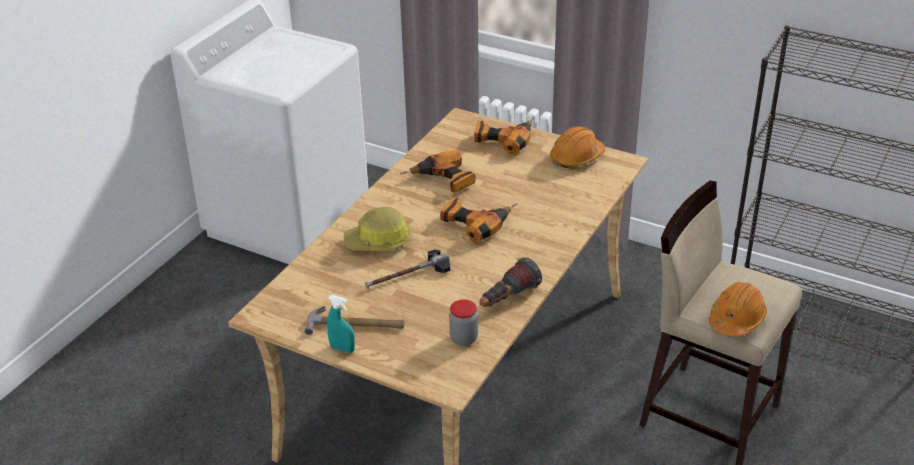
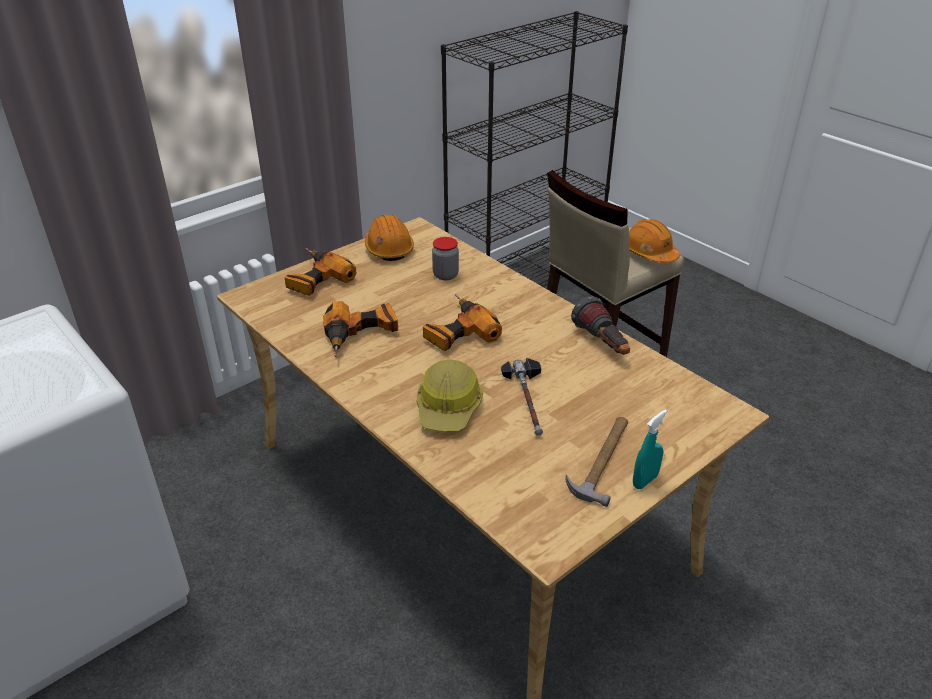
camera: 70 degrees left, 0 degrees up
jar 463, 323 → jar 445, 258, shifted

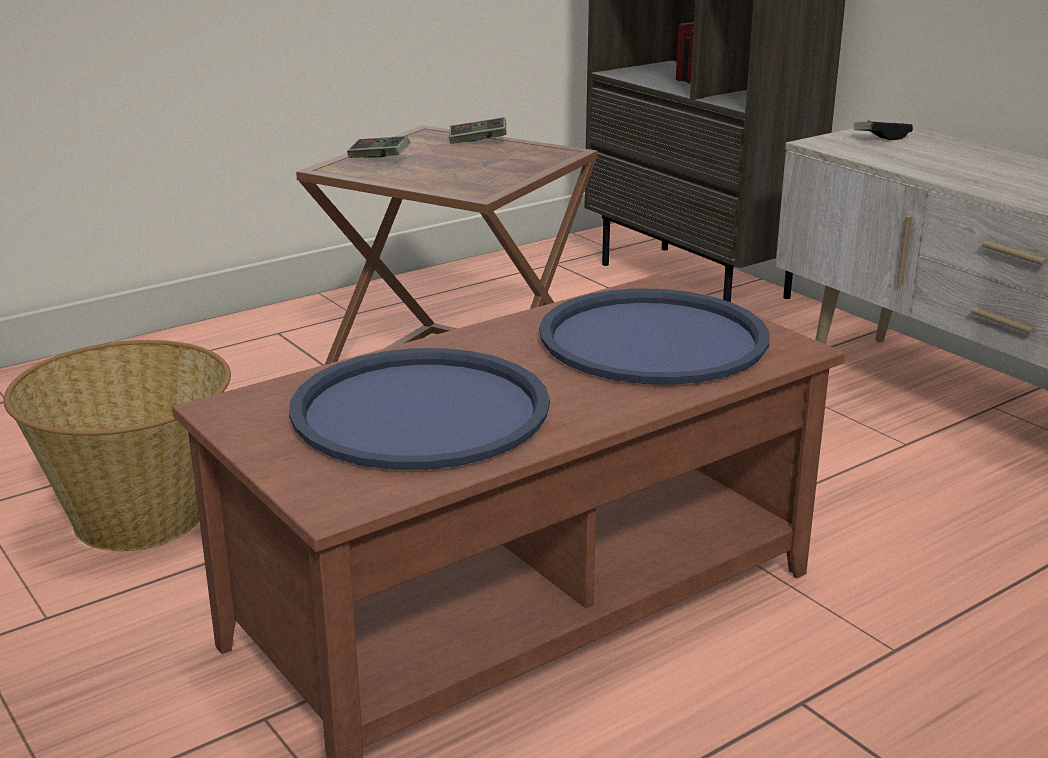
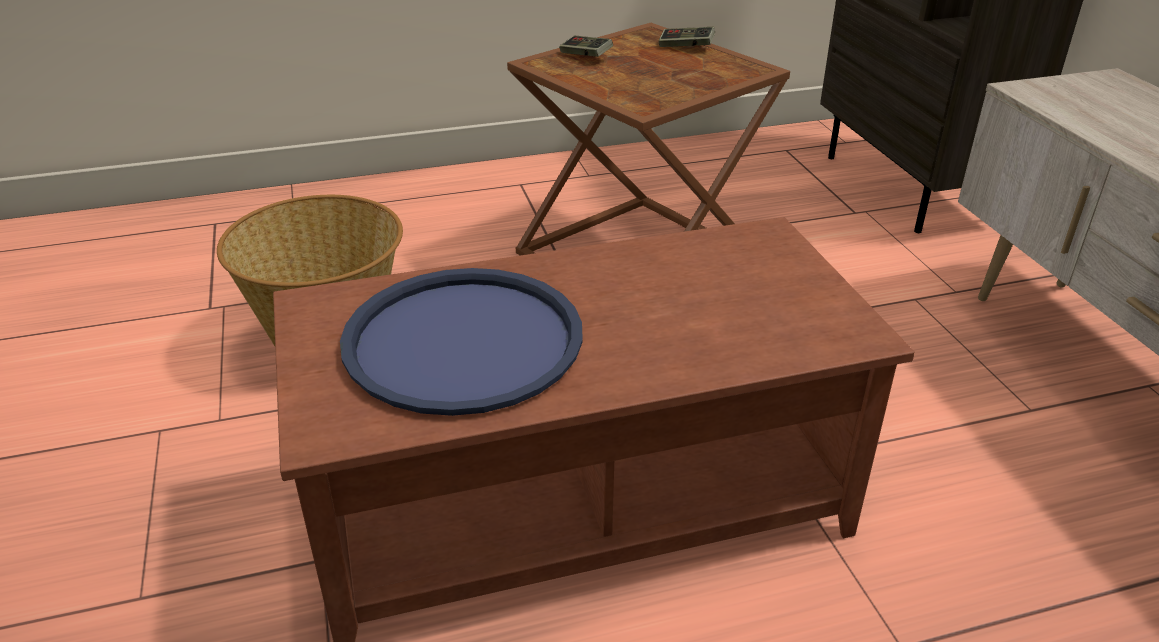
camera: 20 degrees right, 10 degrees up
blue_tray 654, 336 → -
game_controller 883, 130 → -

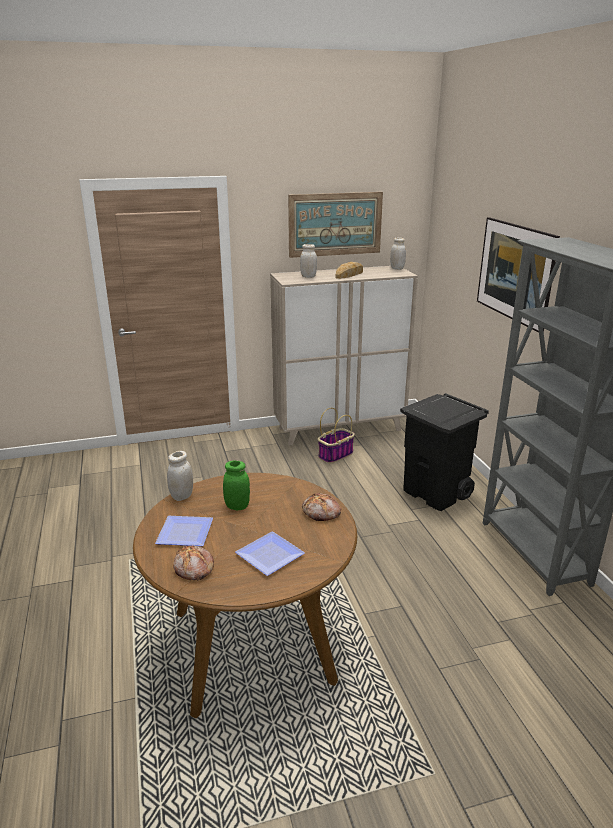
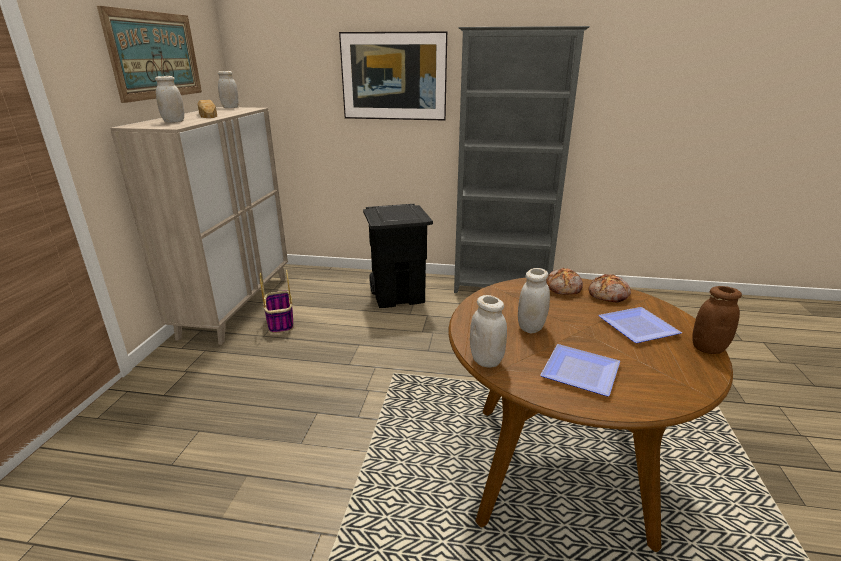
camera: 65 degrees left, 0 degrees up
green_jar 236, 486 → white_jar 534, 301
baked_bread 193, 562 → baked_bread 610, 288, shifted
- → brown-coloured_jar 717, 320

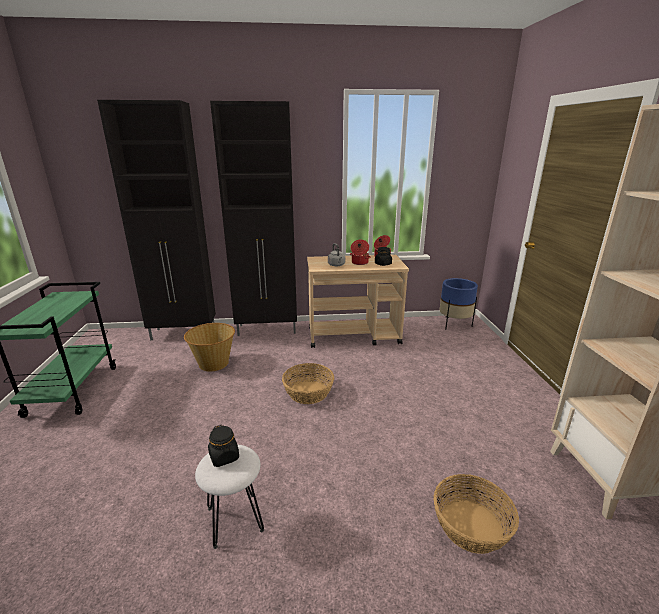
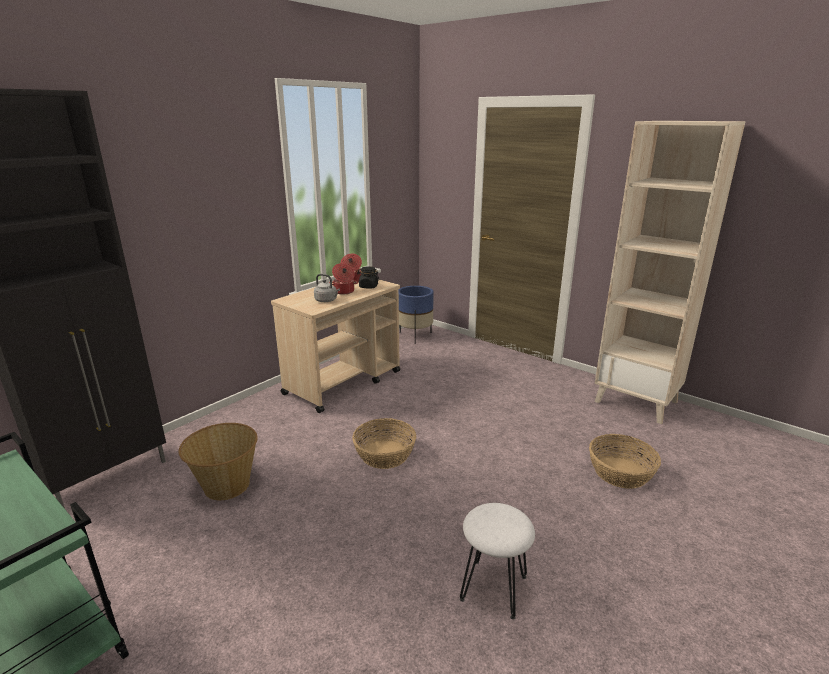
camera: 45 degrees left, 0 degrees up
black_jar 223, 446 → -
black_cabinet 253, 218 → -

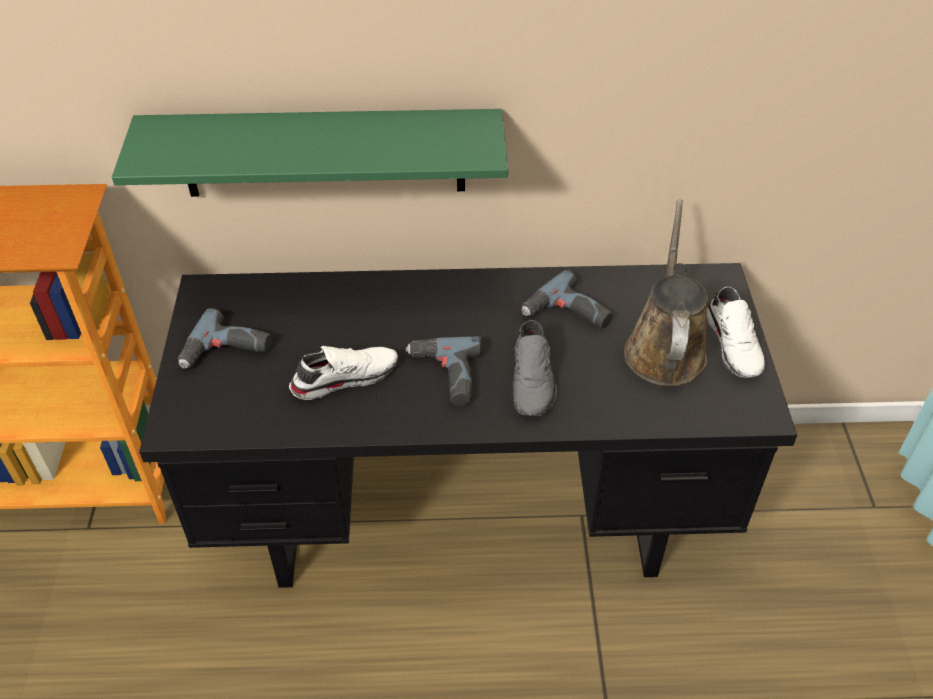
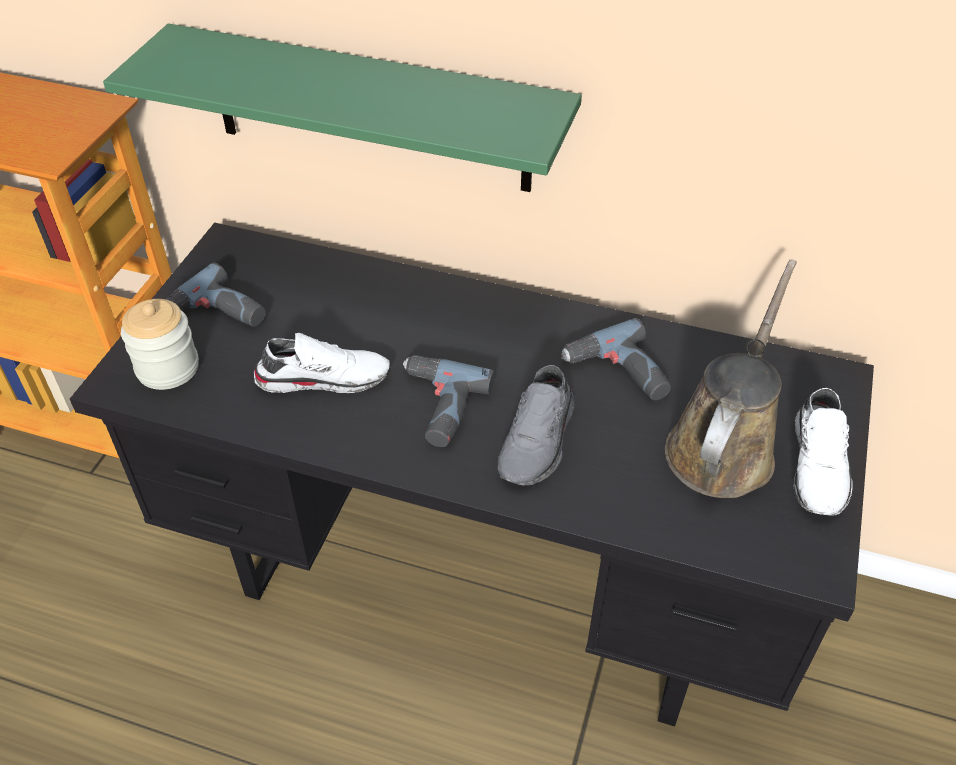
camera: 20 degrees right, 0 degrees up
- → jar 160, 344

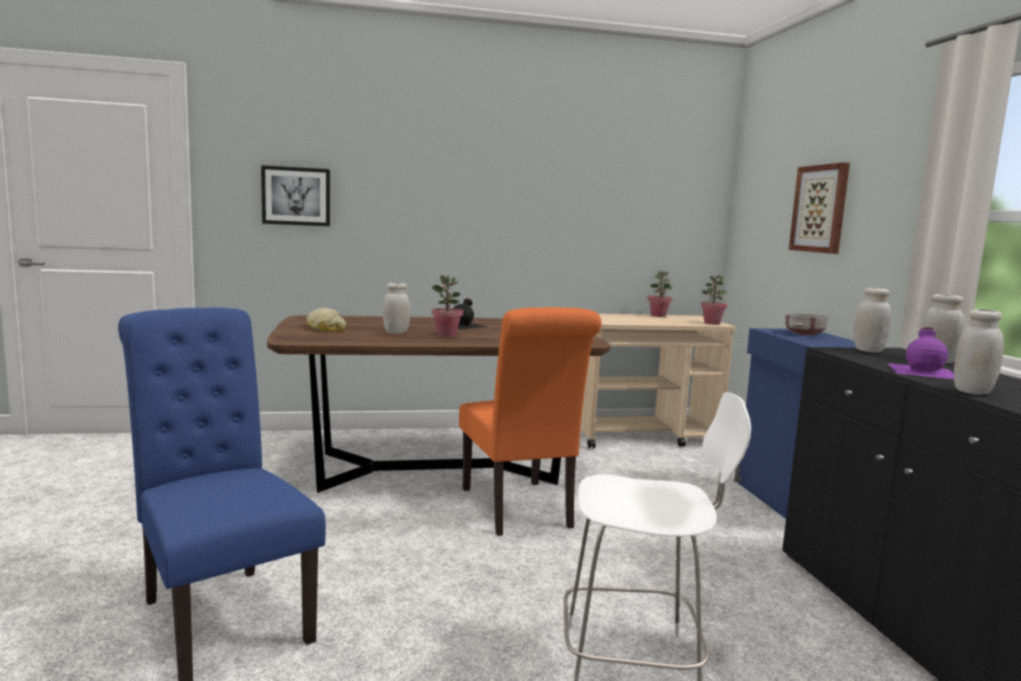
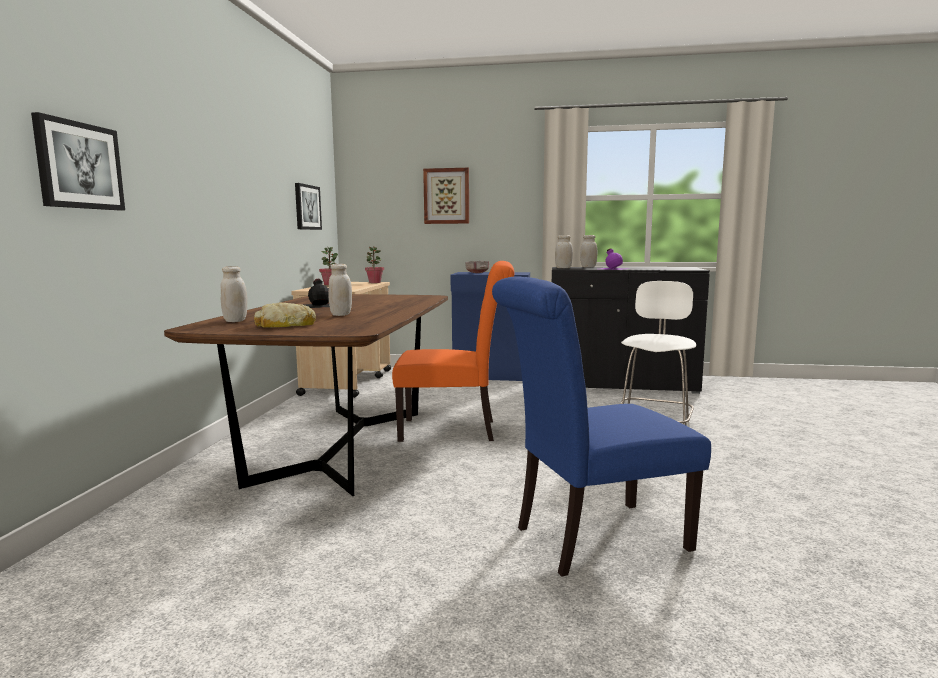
camera: 70 degrees left, 0 degrees up
white_jar 979, 352 → white_jar 234, 294, shifted
- → picture 308, 206
plant_in_a_pot 447, 306 → -

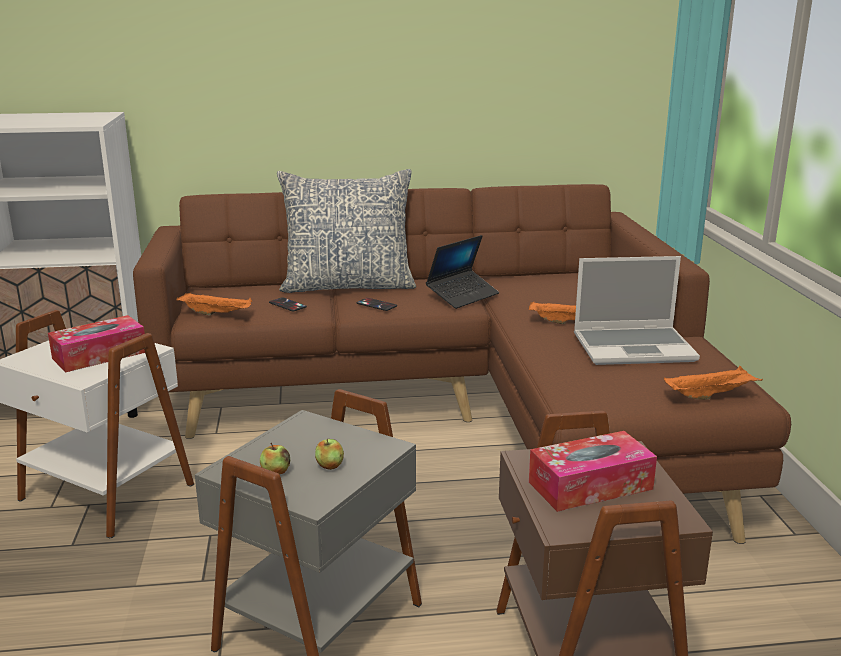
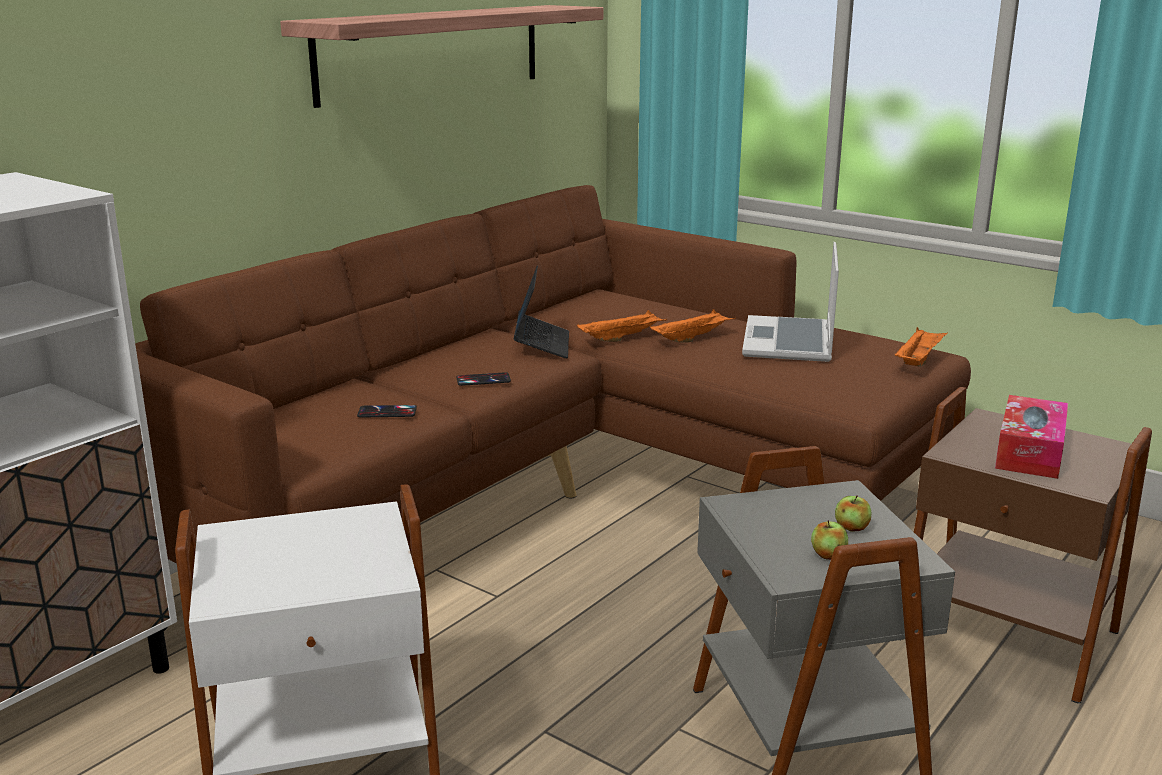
camera: 45 degrees left, 0 degrees up
- → shelf 441, 56
orangey_tray 214, 304 → orangey_tray 622, 326, shifted
laptop 637, 310 → laptop 790, 302, 150 degrees clockwise
tissue_box 96, 343 → -
pillow 346, 231 → -

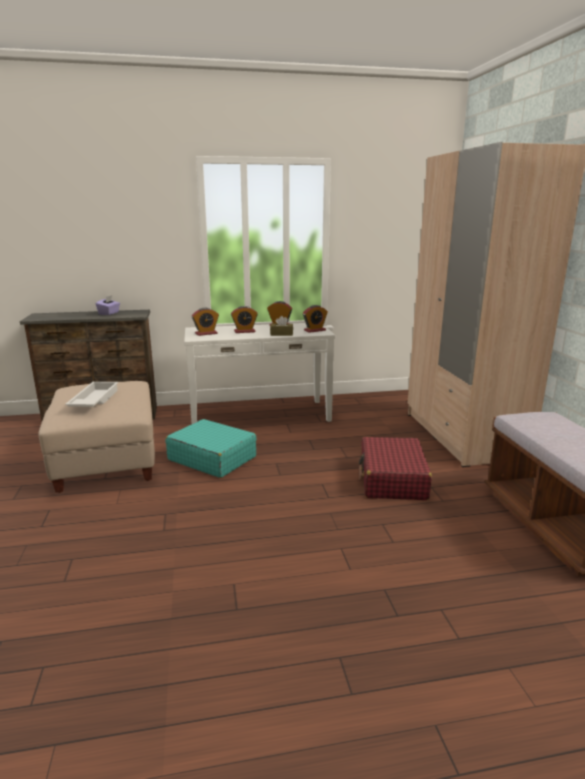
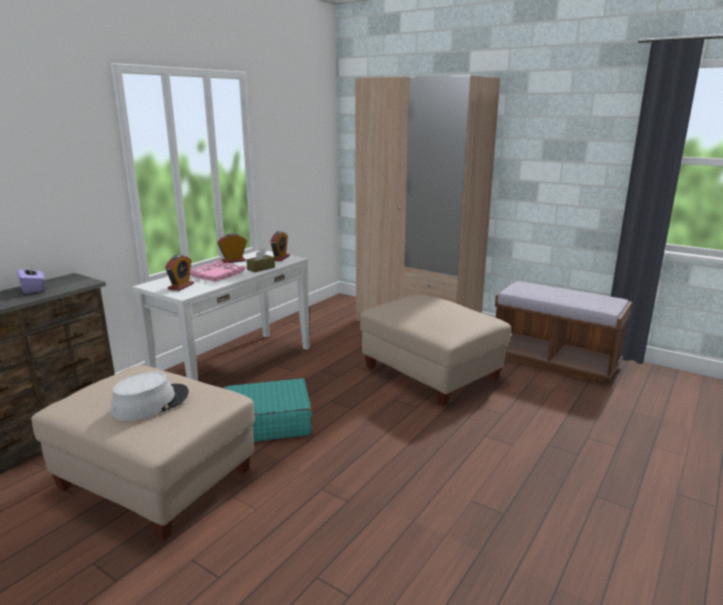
camera: 45 degrees left, 0 degrees up
white_tray 91, 394 → grey_wearable_hat 150, 396
bedside_clock 244, 319 → pink_tray 218, 271
red-coloured_piece_of_luggage 395, 468 → beige_footrest 435, 350

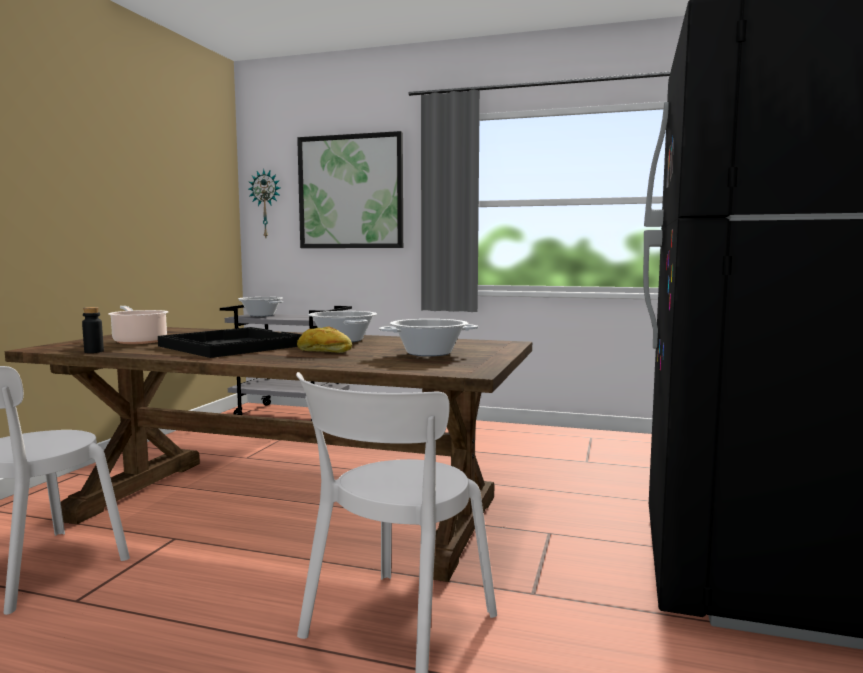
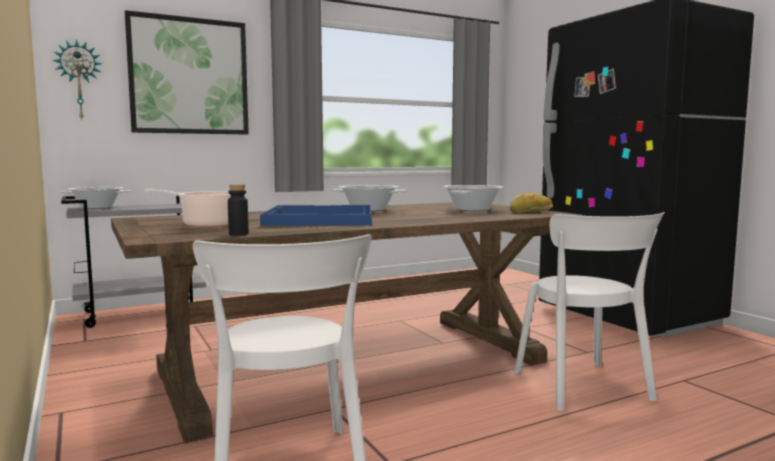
camera: 45 degrees left, 0 degrees up
black_tray 230, 342 → blue_tray 315, 215
baked_bread 324, 340 → baked_bread 531, 202, shifted

